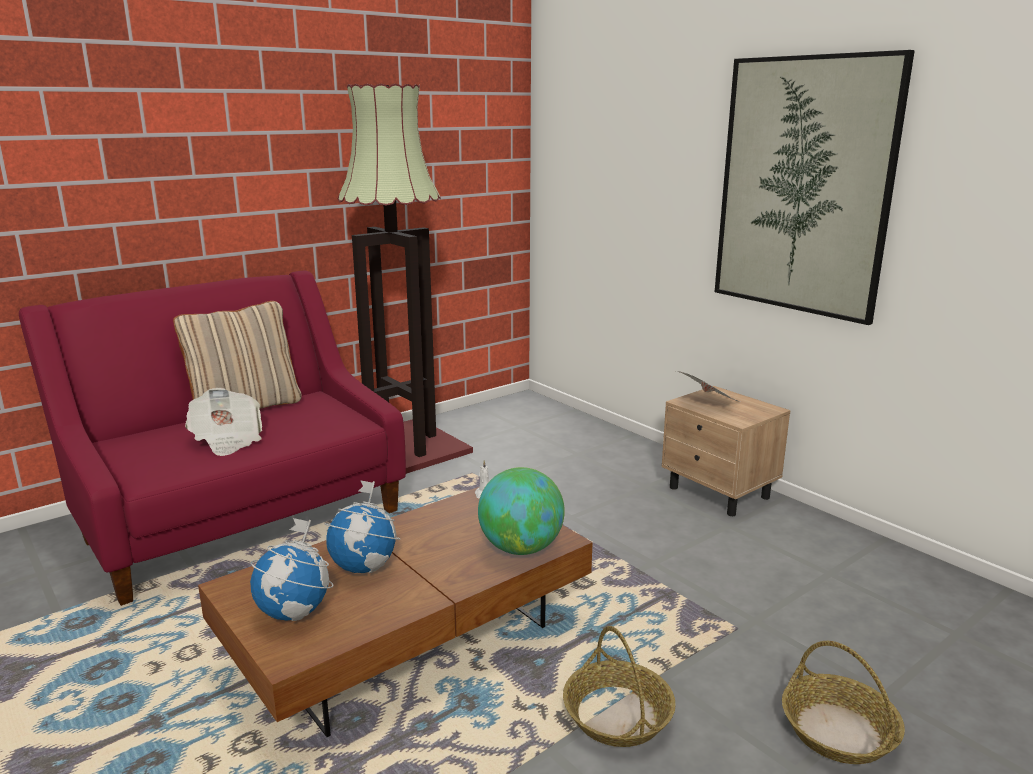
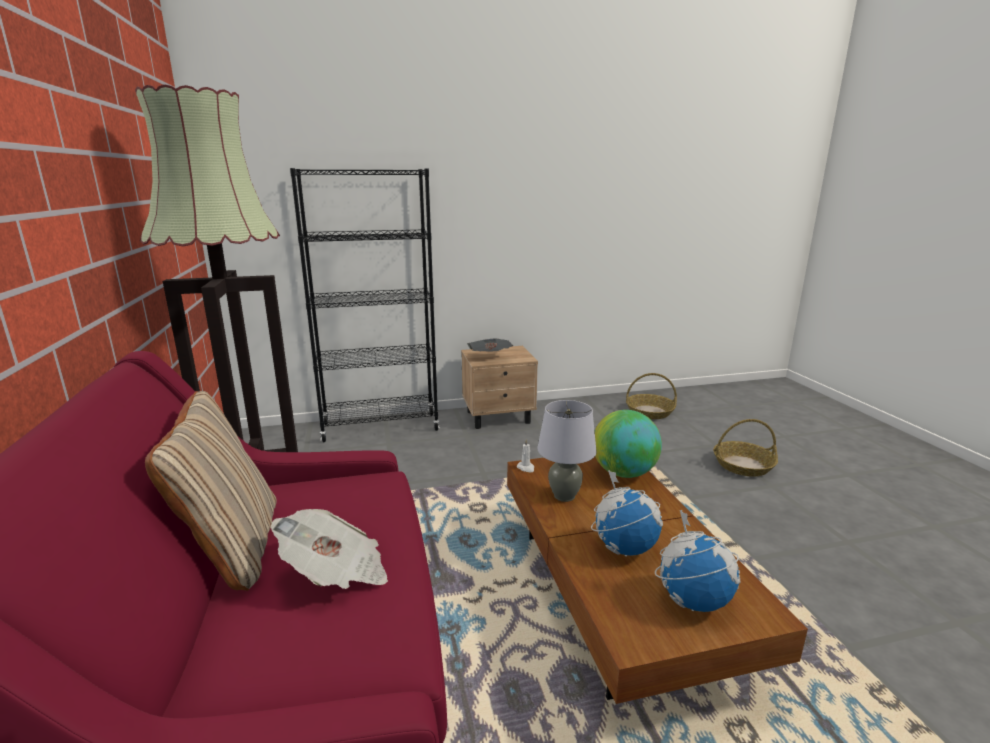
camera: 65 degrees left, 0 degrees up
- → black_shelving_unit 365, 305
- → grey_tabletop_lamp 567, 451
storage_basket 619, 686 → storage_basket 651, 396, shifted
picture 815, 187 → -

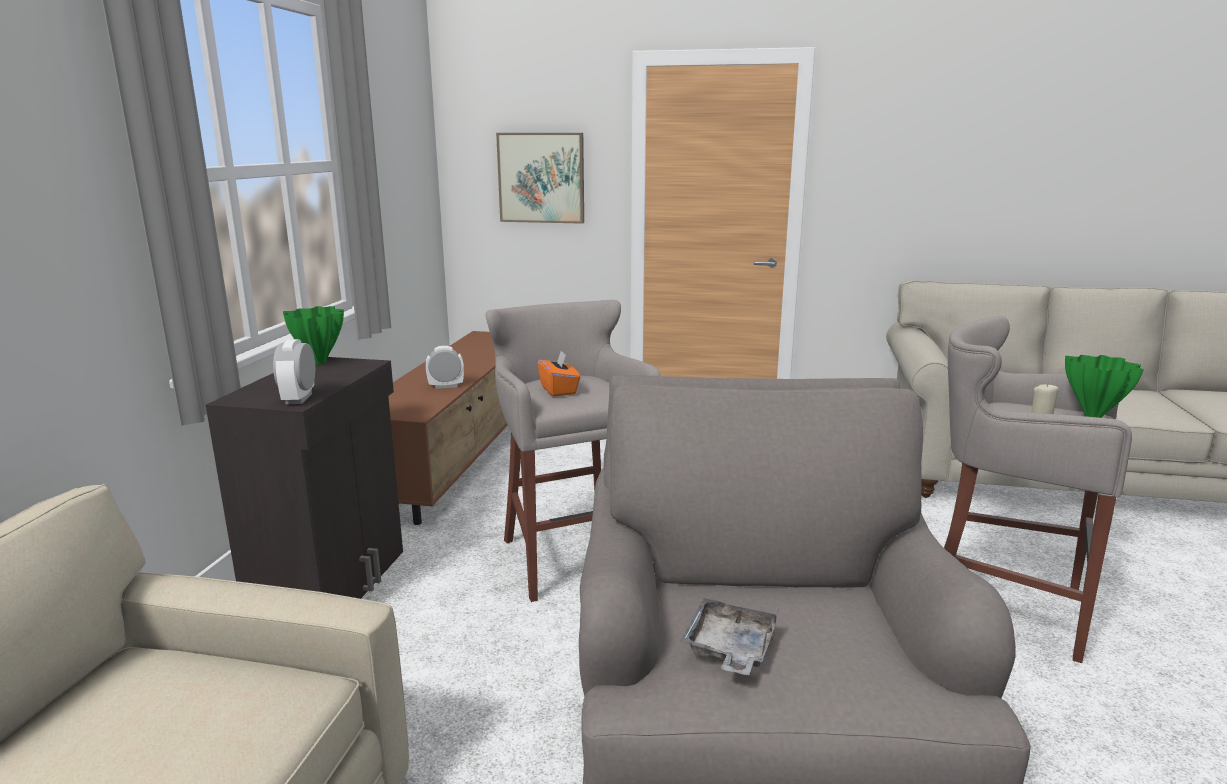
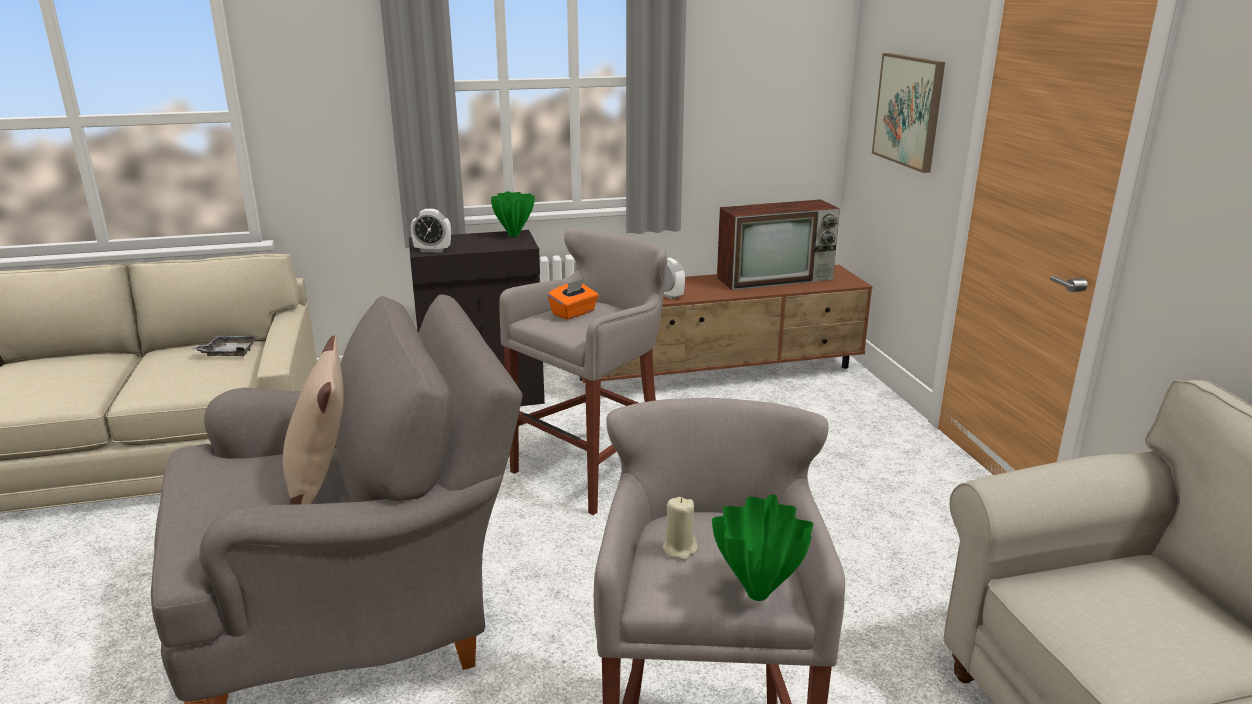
camera: 65 degrees right, 5 degrees up
grey_tray 729, 636 → grey_tray 224, 345, shifted
- → beige_pillow 313, 420
bedside_clock 294, 371 → bedside_clock 431, 230, 150 degrees counterclockwise
- → TV_set 778, 244

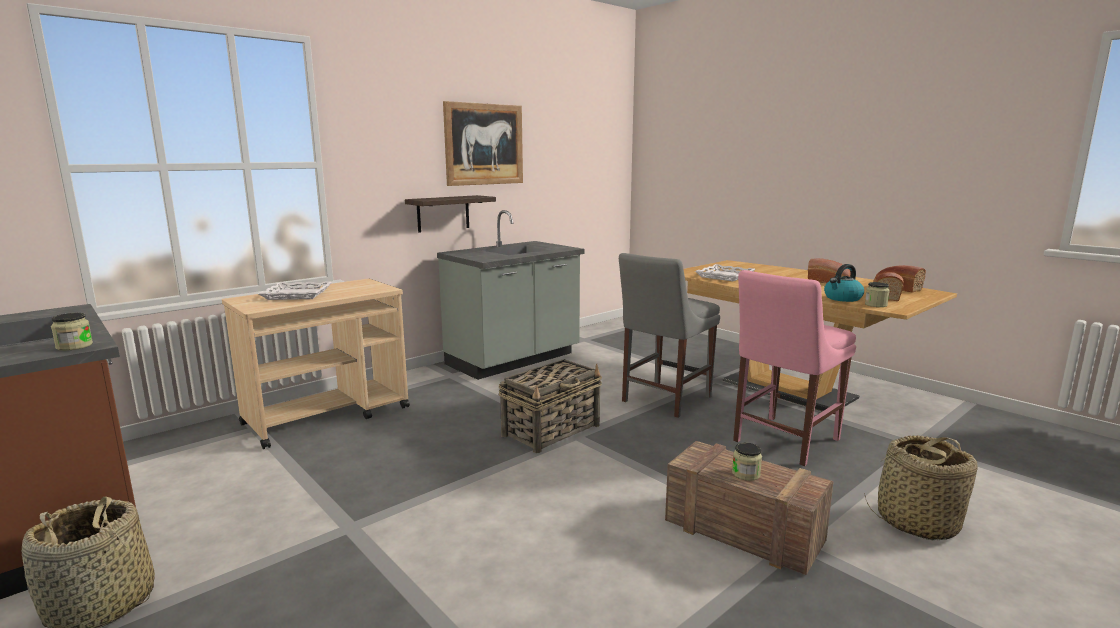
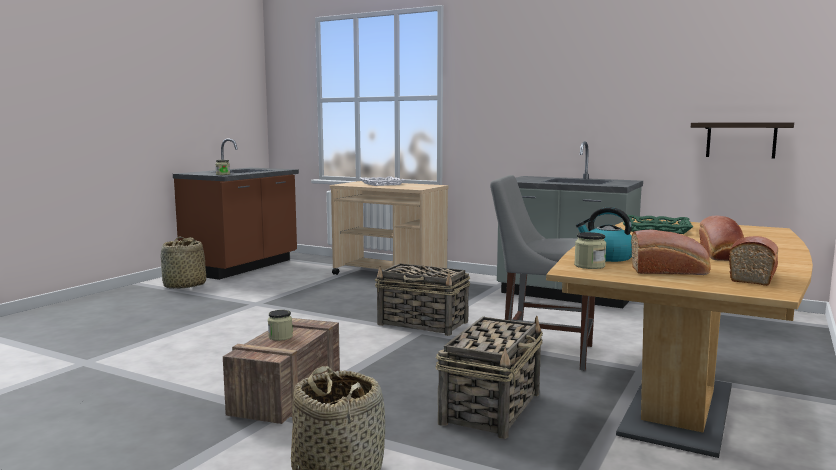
camera: 70 degrees right, 5 degrees down
pink_upright_chair 794, 368 → storage_basket 489, 377
white_tray 725, 272 → green_tray 658, 224
shelf 450, 214 → shelf 742, 141, shifted
picture 483, 143 → -

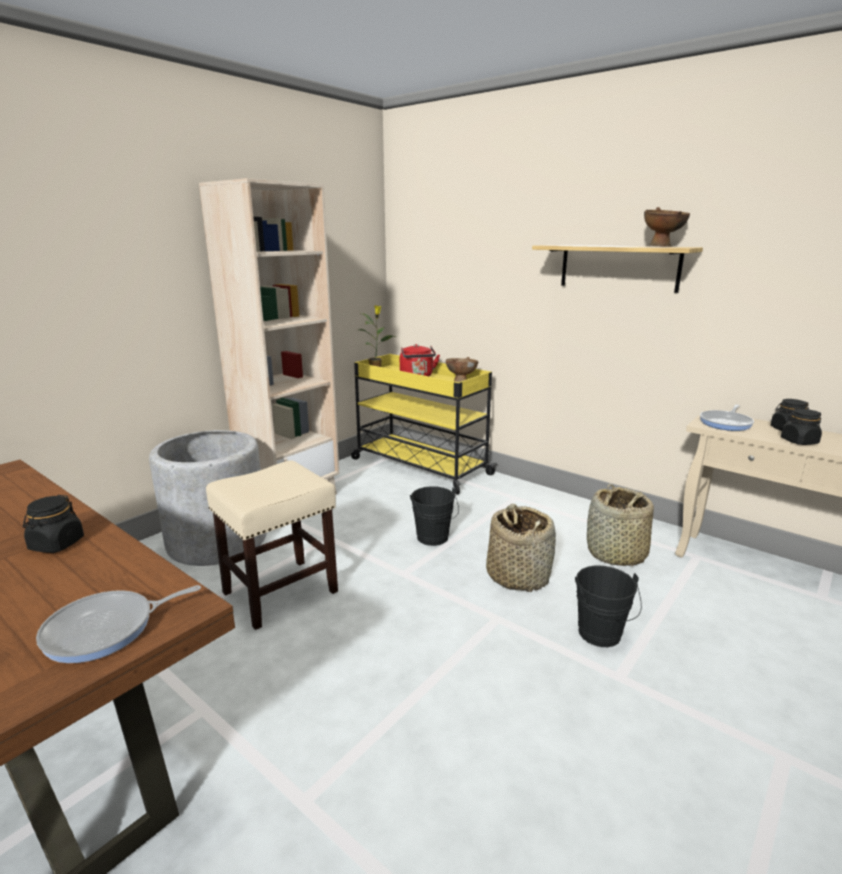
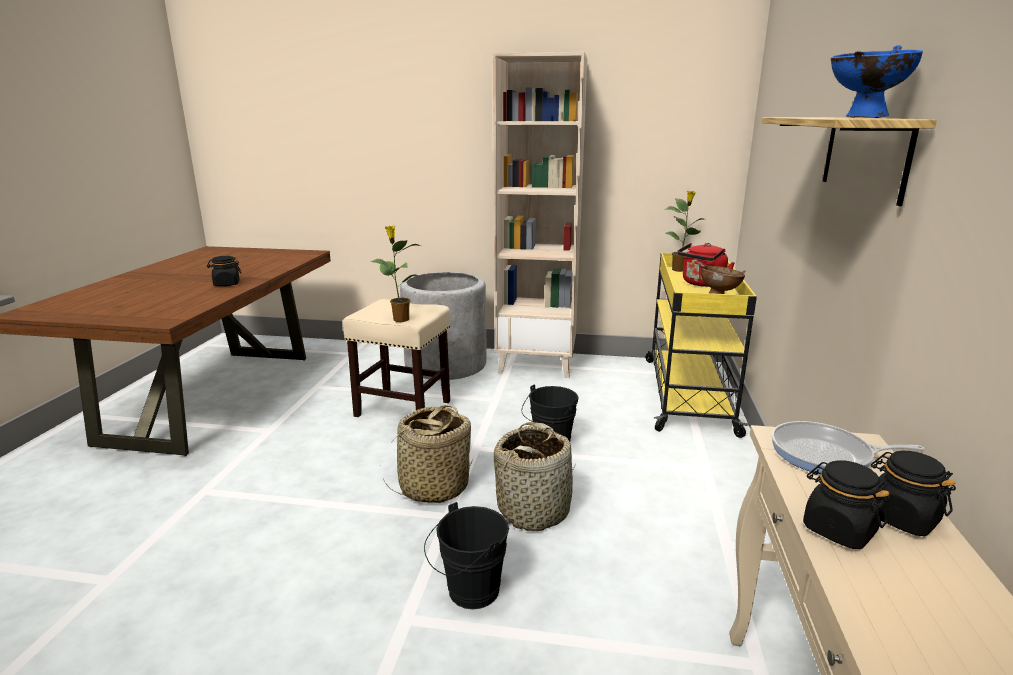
camera: 60 degrees right, 0 degrees up
- → plant_in_a_pot 395, 273
storage_basket 620, 525 → storage_basket 428, 454, shifted
brown-coloured_bowl 667, 227 → blue_bowl 877, 81
frying_pan 118, 624 → -

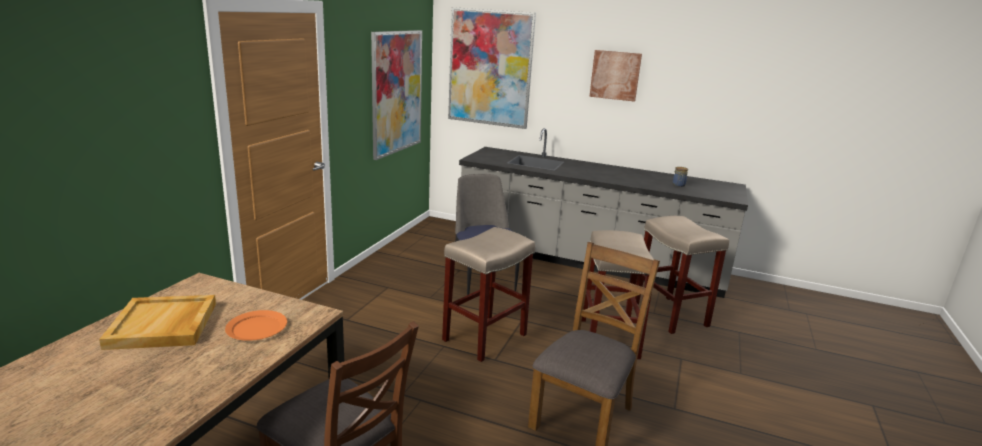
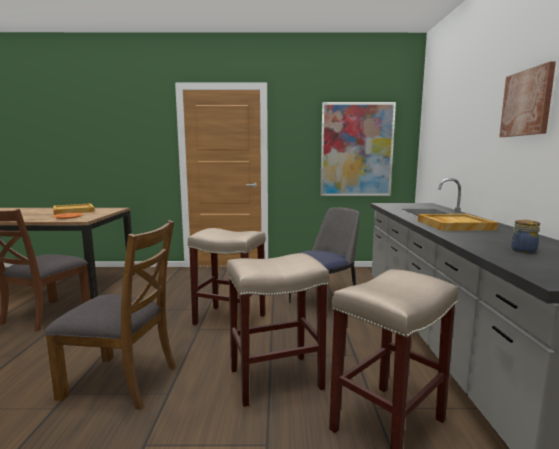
camera: 70 degrees right, 10 degrees down
- → beige_tray 458, 222
picture 492, 68 → -

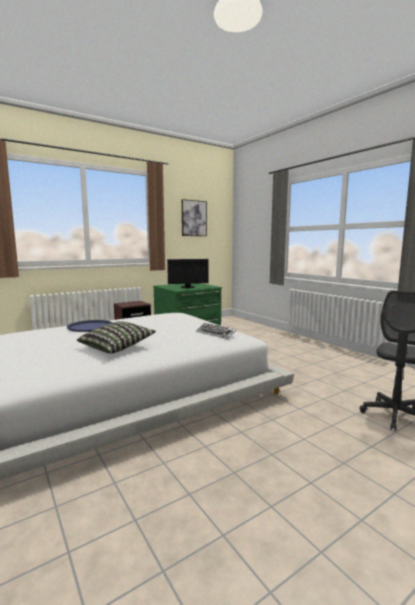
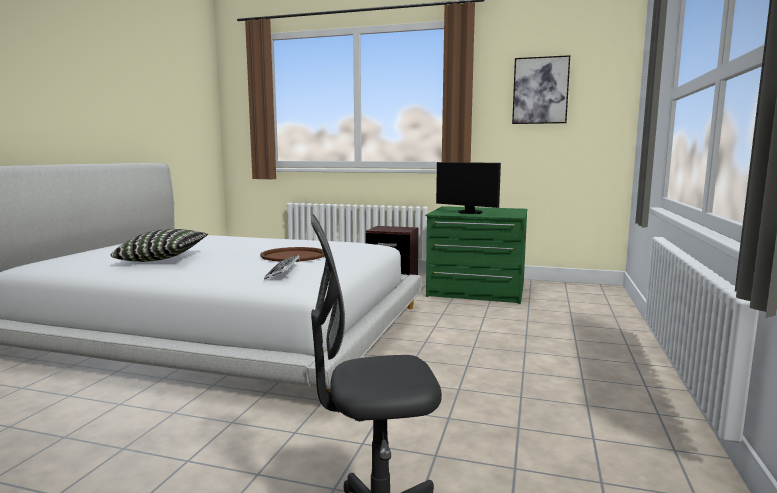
camera: 50 degrees right, 0 degrees up
- → brown-coloured_tray 292, 254
blue_tray 89, 326 → -

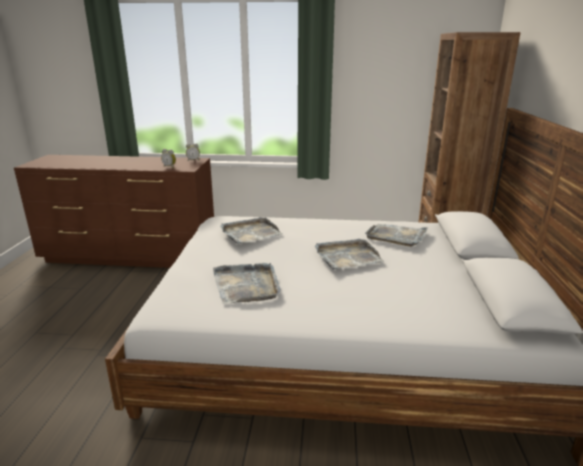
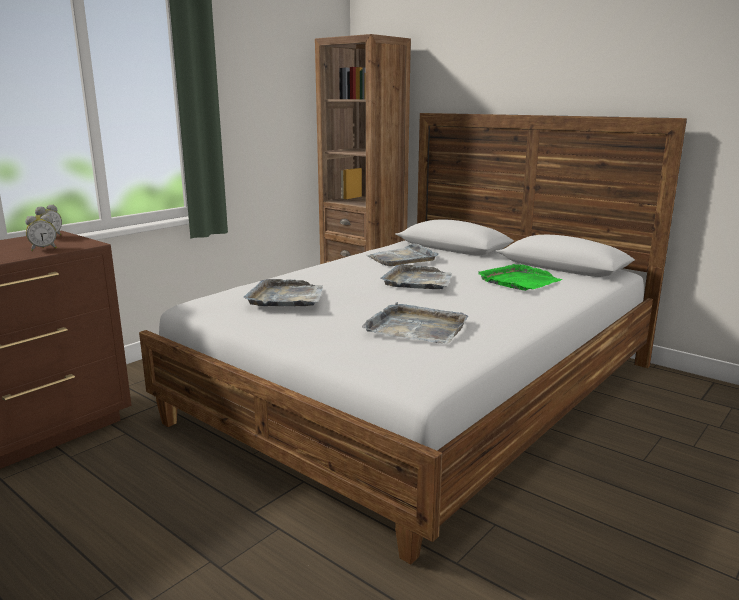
camera: 55 degrees left, 5 degrees down
- → green_tray 520, 277

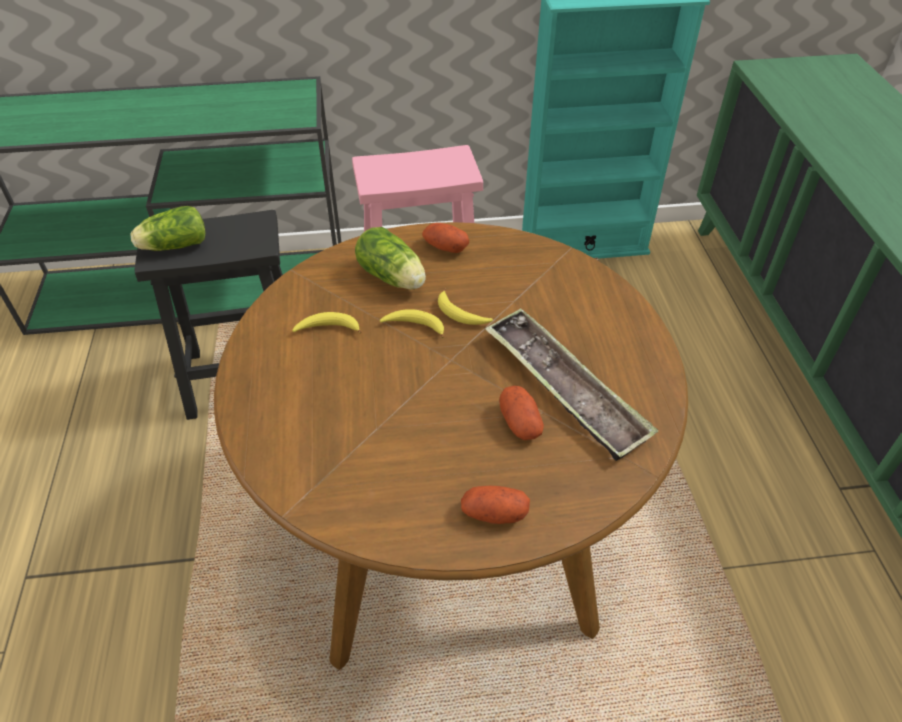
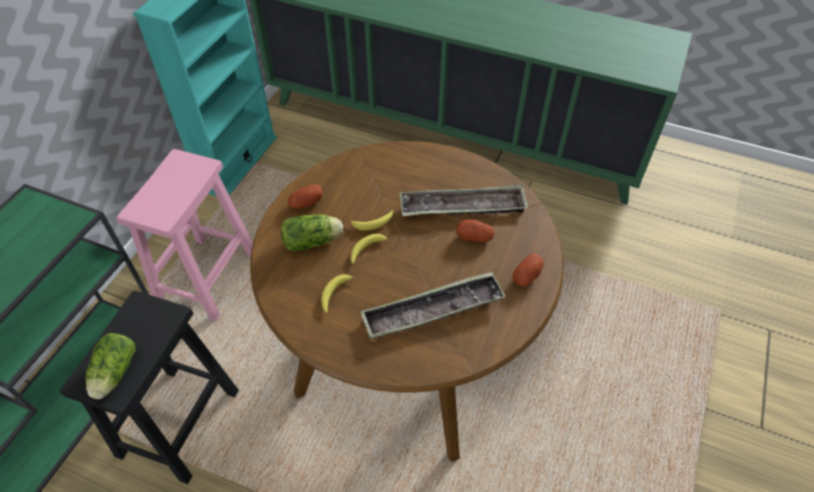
camera: 60 degrees left, 5 degrees up
- → tray 433, 305

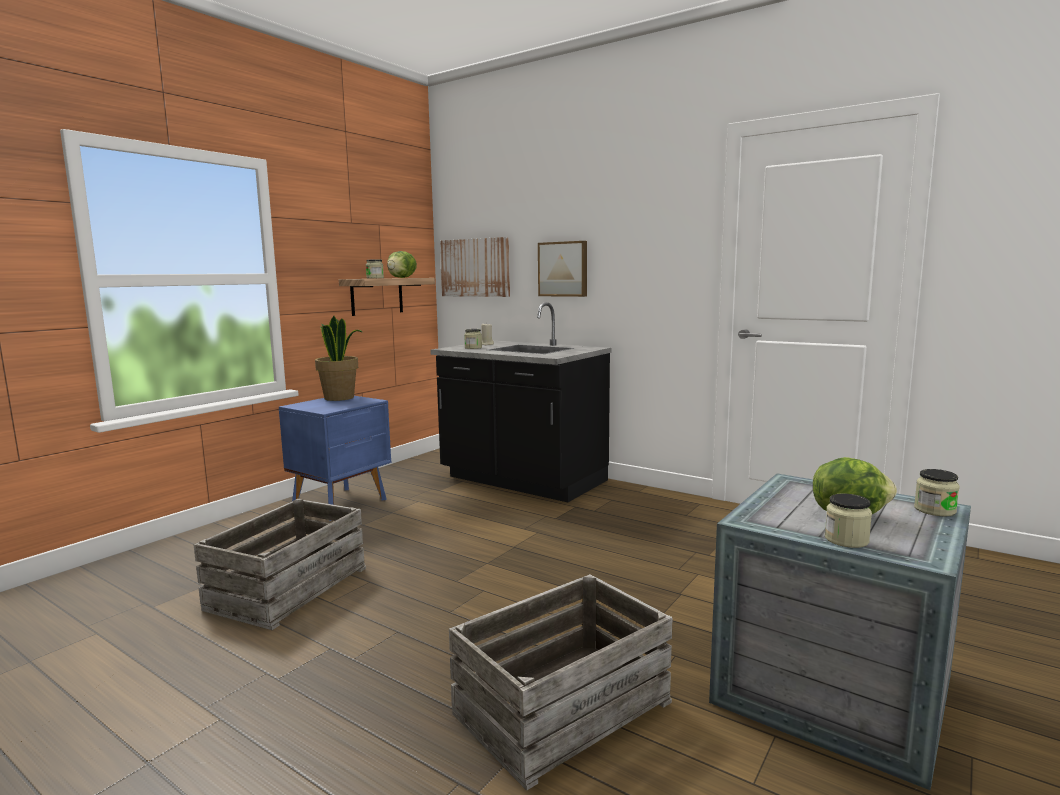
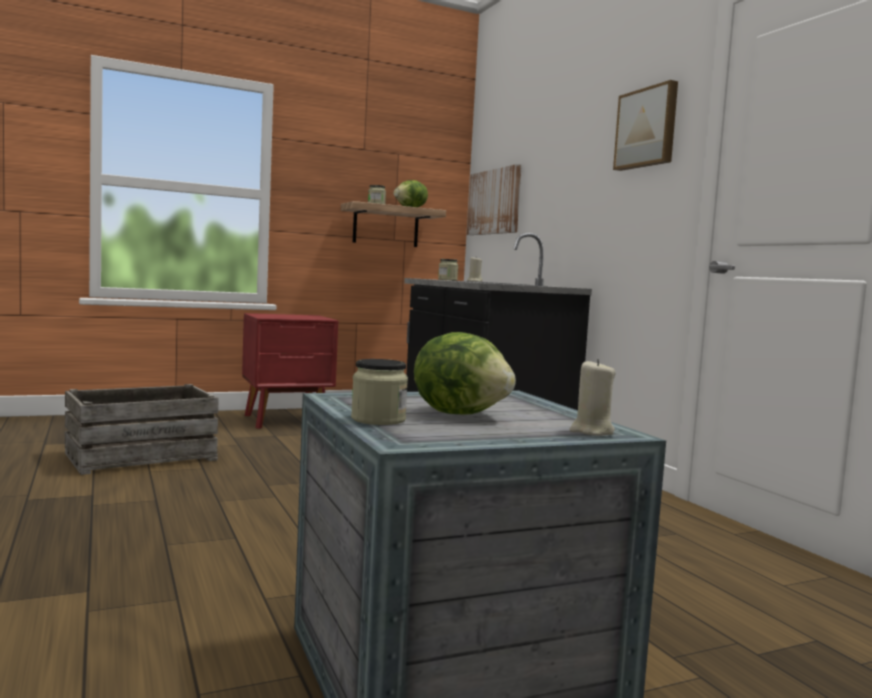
camera: 30 degrees right, 5 degrees down
blue_bedside_table 335, 458 → red-coloured_bedside_table 290, 371
jar 937, 492 → beige_wax_candle 592, 397
picture 562, 269 → picture 645, 125, shifted
plant_in_a_pot 338, 358 → -
packing_crate 561, 682 → -

